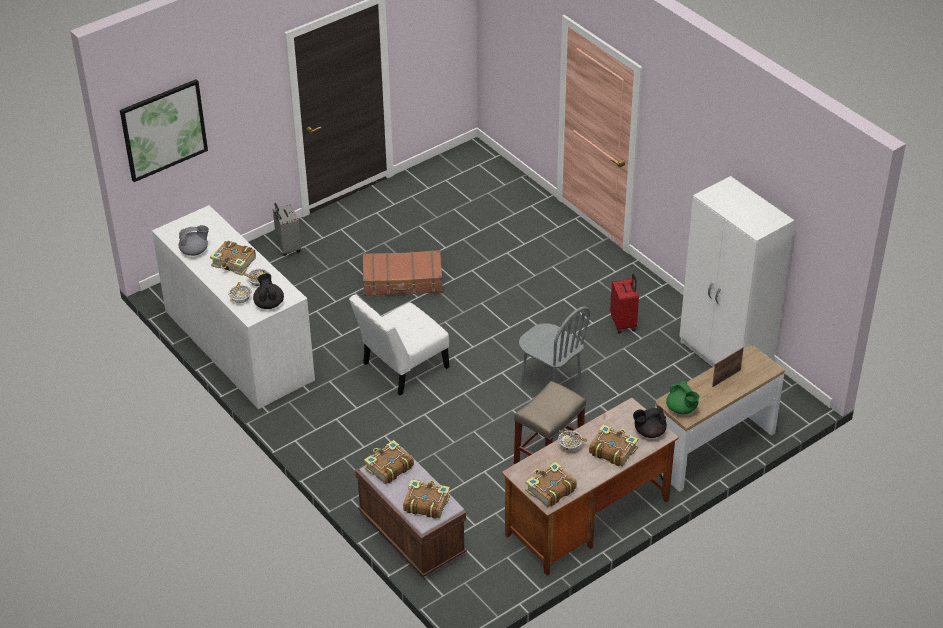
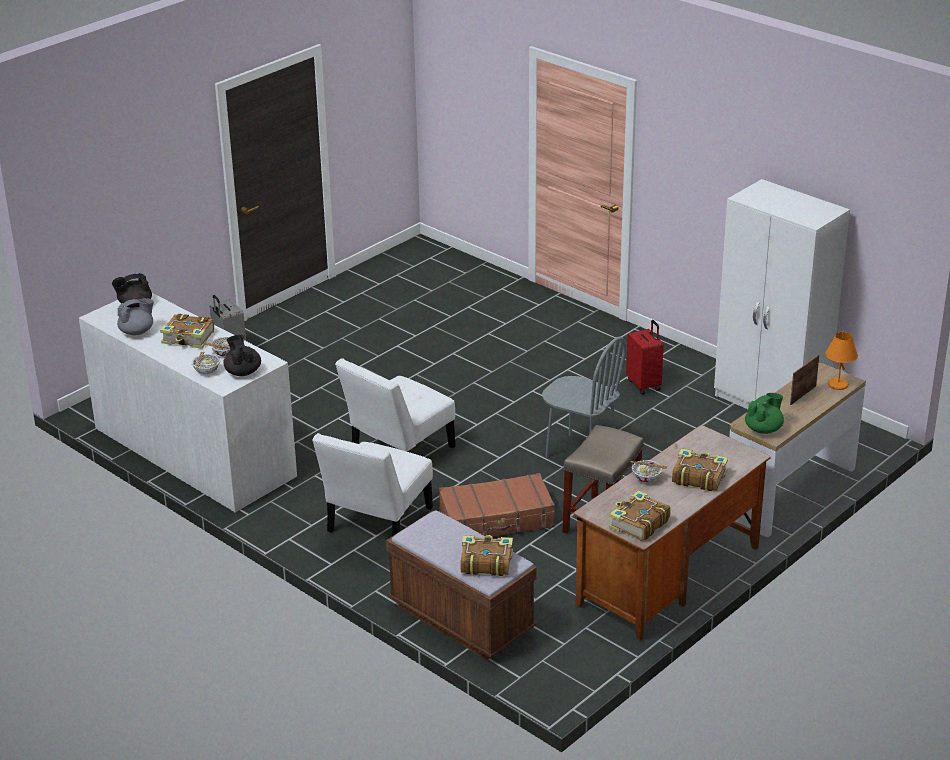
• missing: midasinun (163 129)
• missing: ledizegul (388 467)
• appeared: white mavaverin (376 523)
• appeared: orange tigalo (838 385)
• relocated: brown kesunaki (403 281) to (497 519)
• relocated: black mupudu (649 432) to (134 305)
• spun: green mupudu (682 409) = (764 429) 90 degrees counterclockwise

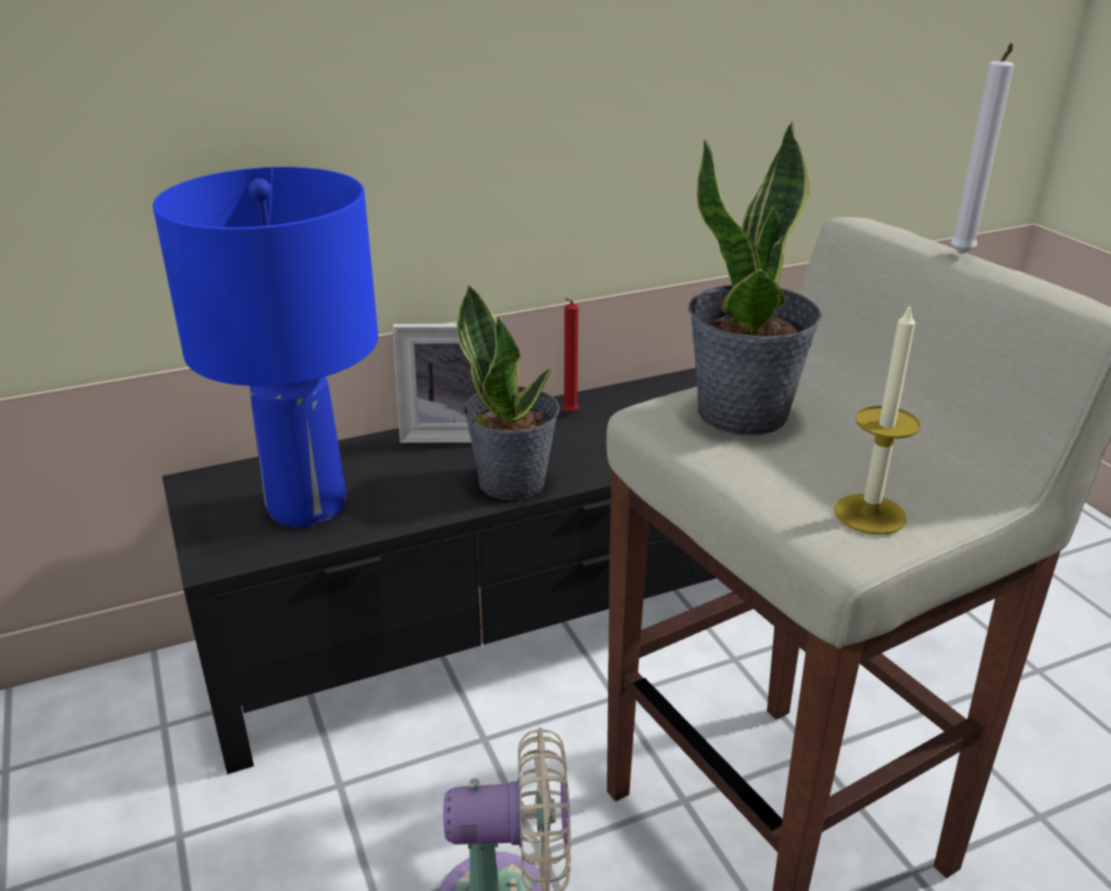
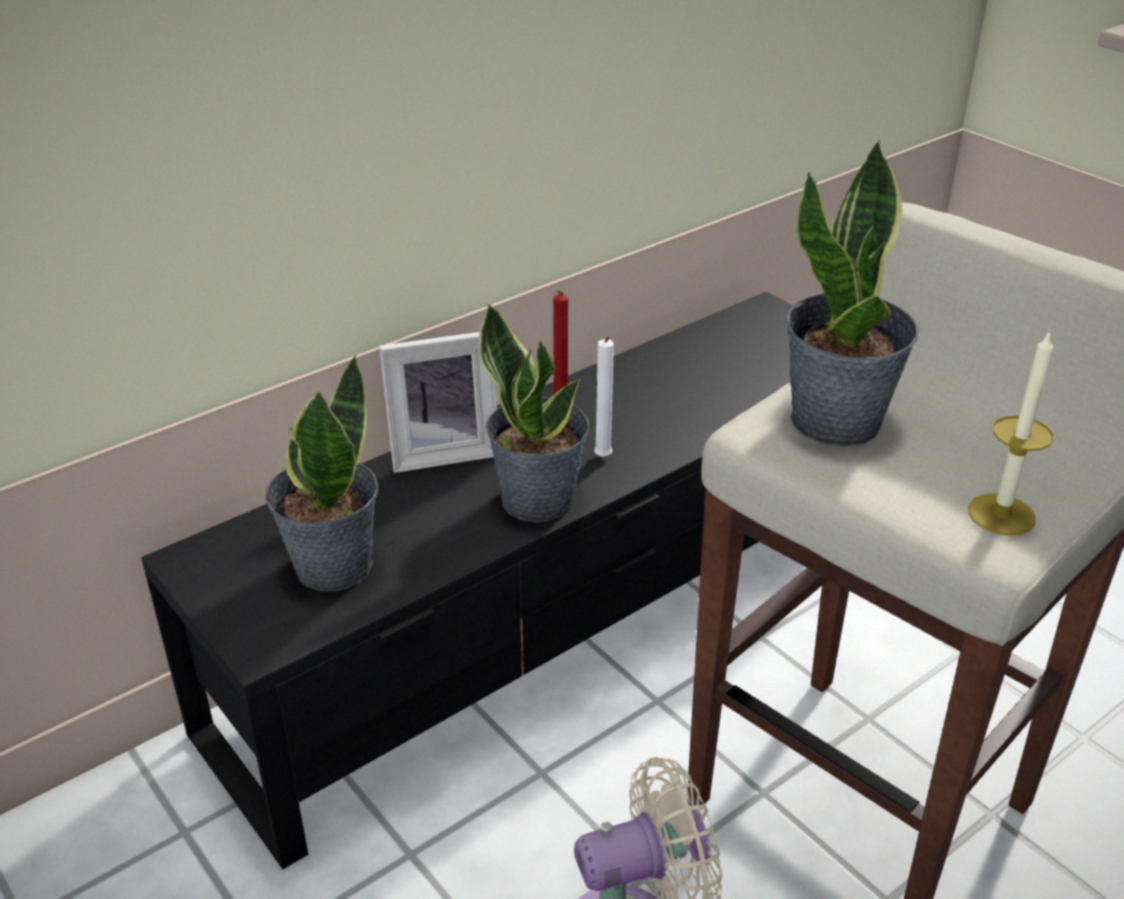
• relocated: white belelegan (961 255) to (603 459)
• exchanged: blue tigalo (308 506) to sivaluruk (332 566)

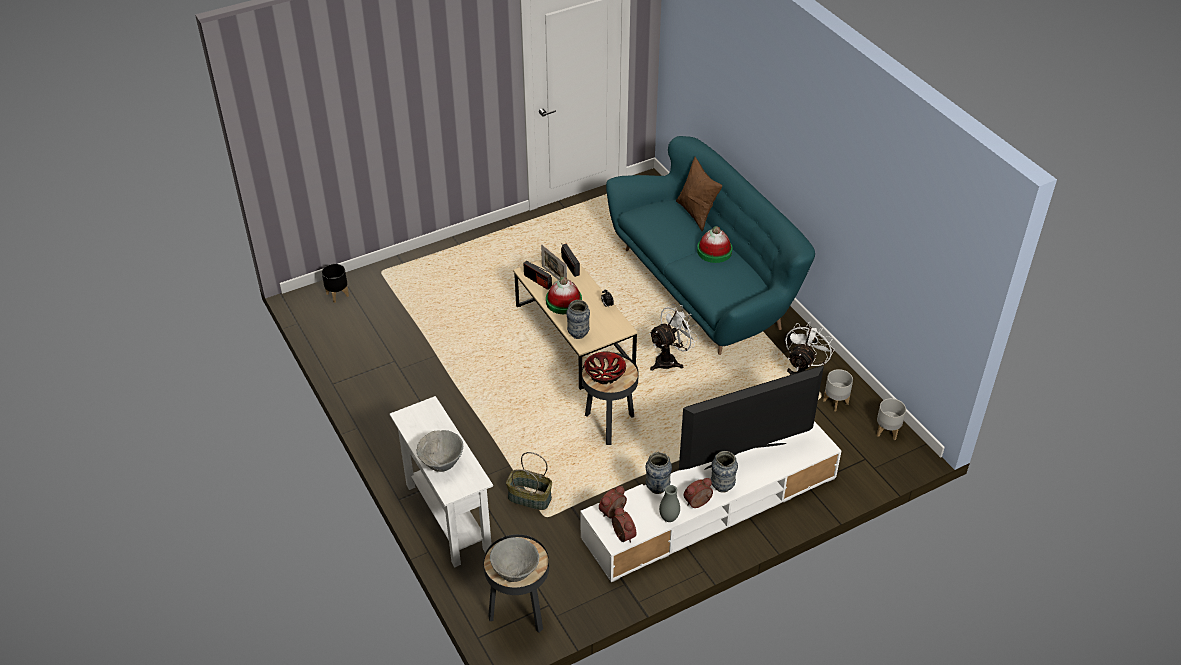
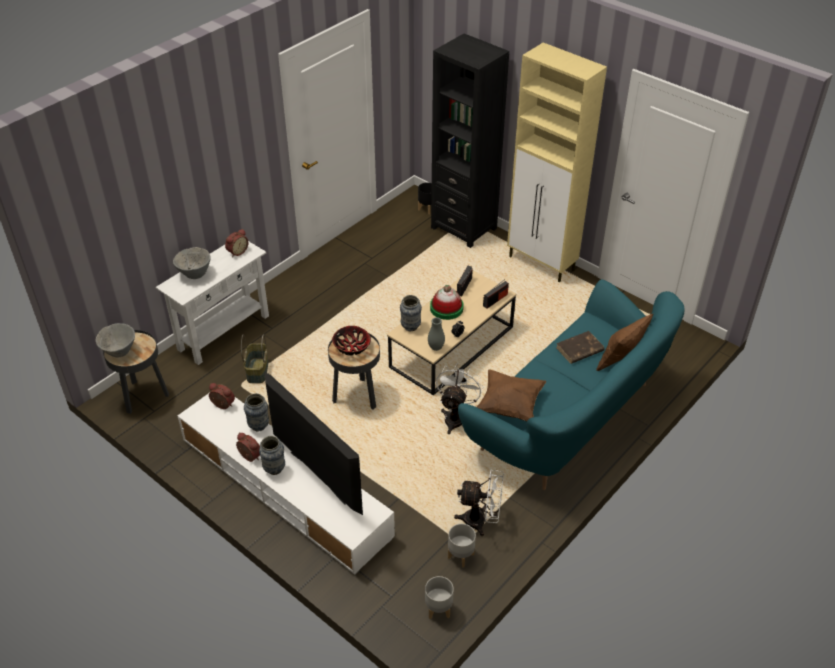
• missing: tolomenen (554 276)
• missing: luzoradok (714 251)
• appeared: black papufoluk (464 228)
• appeared: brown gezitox (509 405)
• appeared: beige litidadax (542 264)
• appeared: brown ledizegul (579 350)
• relocated: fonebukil (622 536) to (237 251)
• relocated: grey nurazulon (669 518) to (436 348)
• spun: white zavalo (670 360) = (455 417) 105 degrees counterclockwise

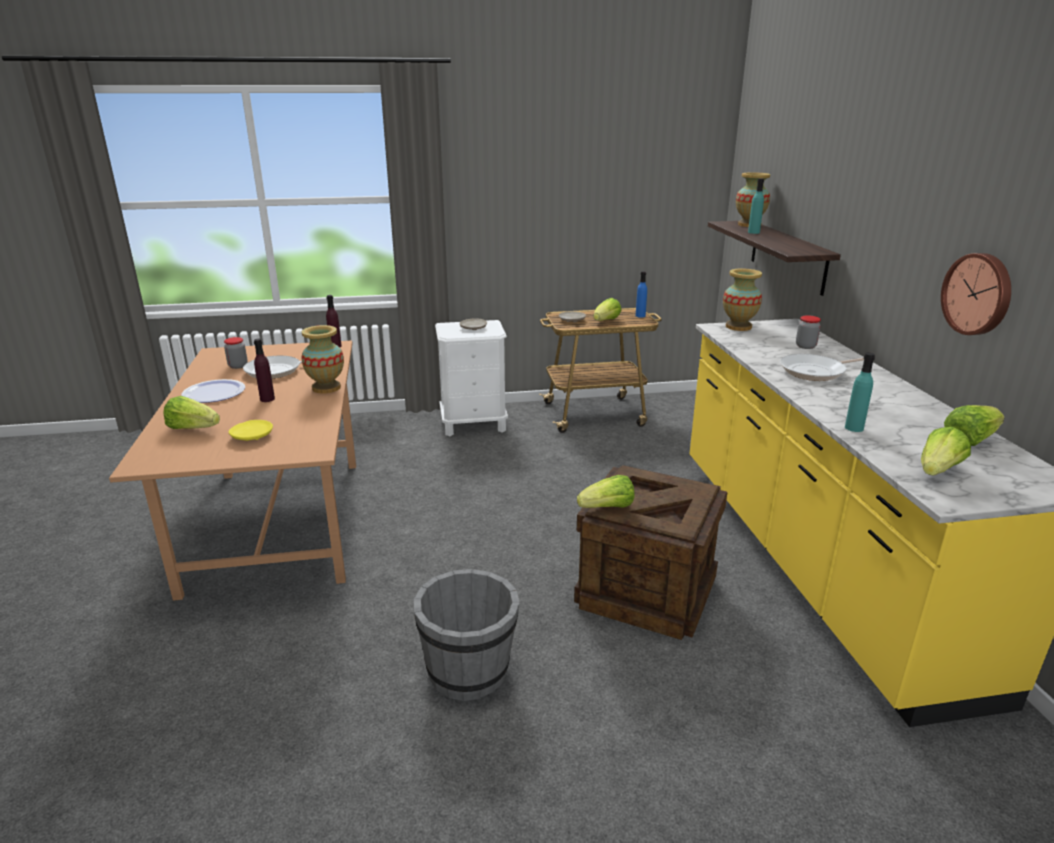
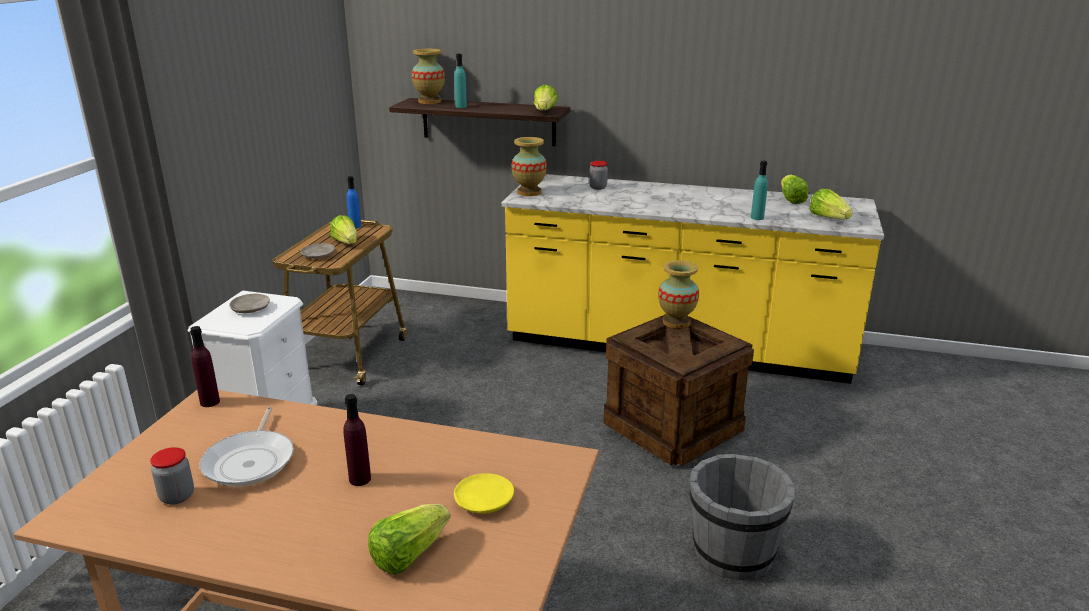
• missing: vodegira (214 393)
• missing: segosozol (815 372)
• missing: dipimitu (978 294)
• relocated: nurazulon (326 388) to (676 322)
• relocated: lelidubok (608 508) to (544 112)

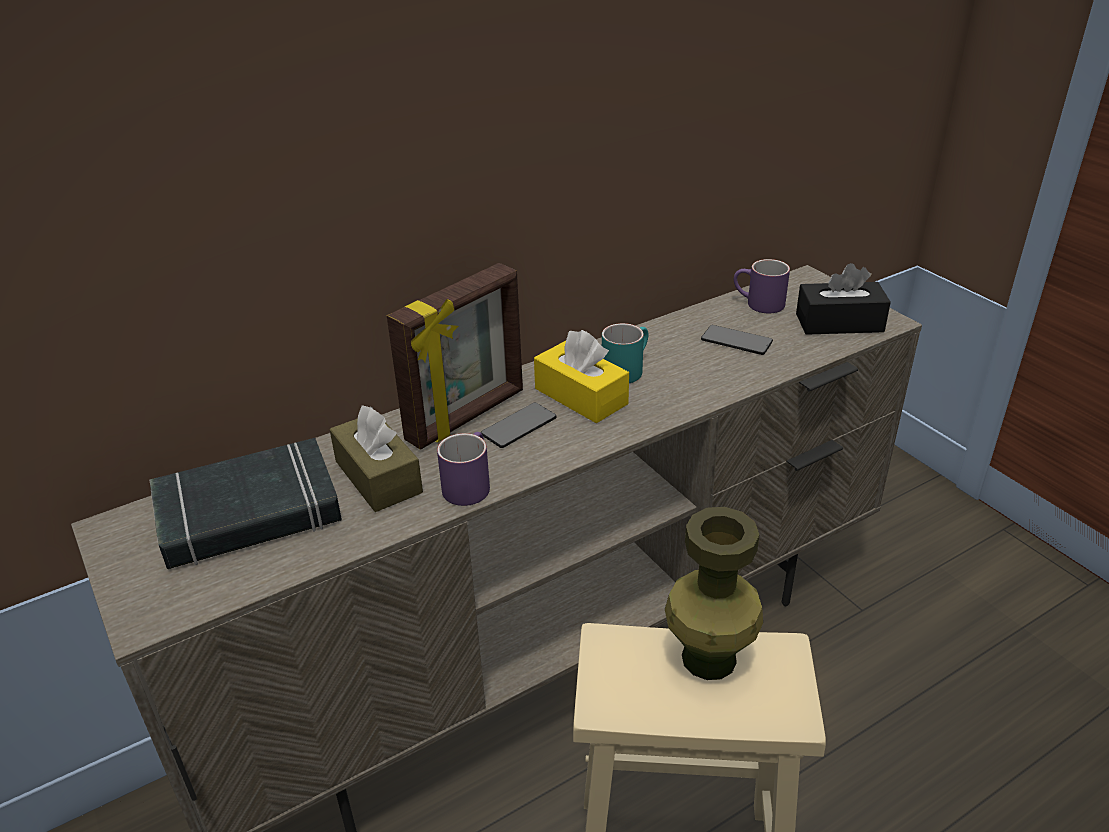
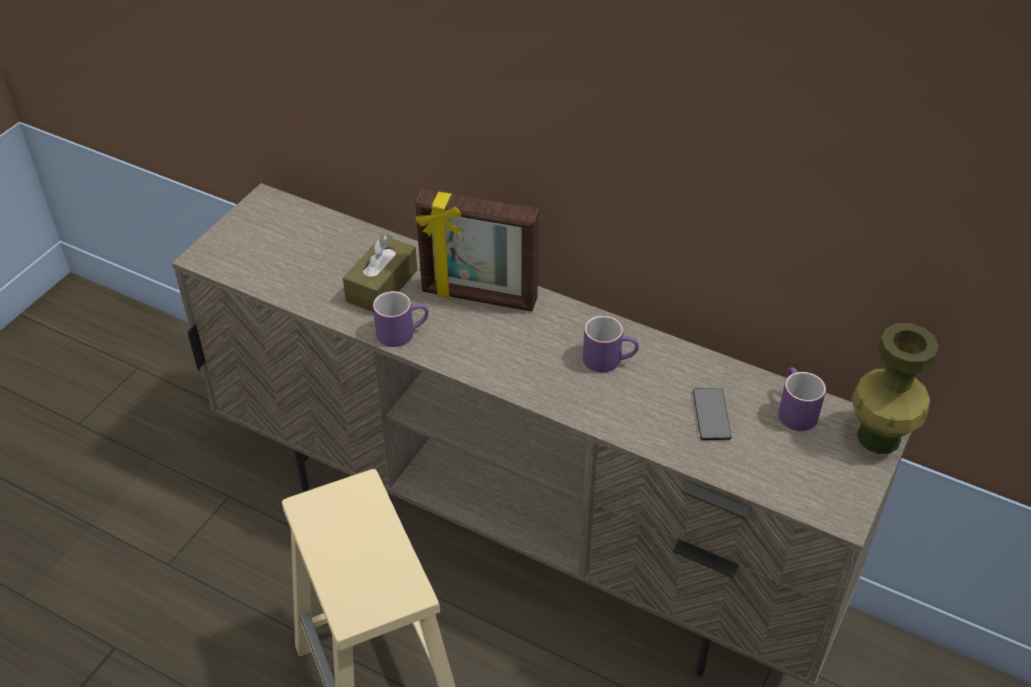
• missing: black ledizegul (249 514)
• missing: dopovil (519 426)
• missing: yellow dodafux (581 396)
• missing: black dodafux (839 323)
• relocated: green nurazulon (709 658) to (879 437)
• colour: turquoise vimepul (626 369) to purple vimepul (609 359)

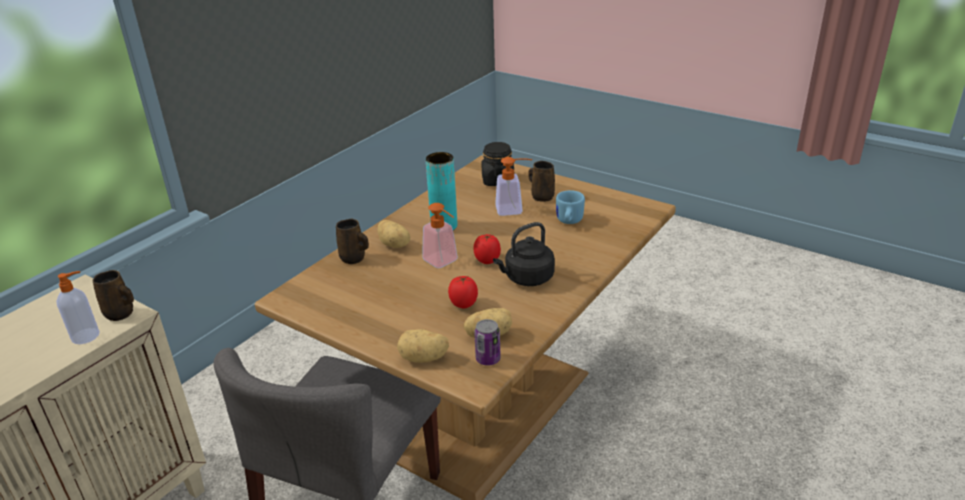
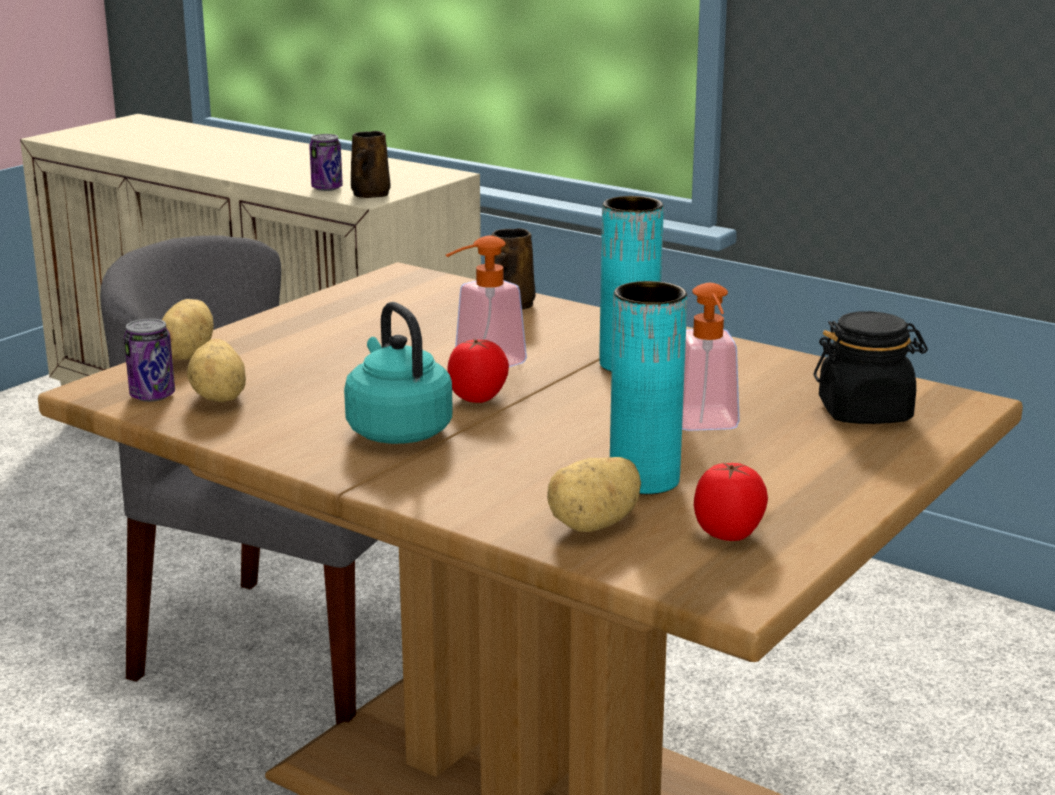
• missing: brown vimepul (541 196)
• relocated: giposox (394 244) to (596 525)
• relocated: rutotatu (463 304) to (729 534)
• exchanged: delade (86 336) to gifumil (327 188)
• exchanged: blue vimepul (568 222) to turquoise nurazulon (644 480)
• colour: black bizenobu (527 278) to turquoise bizenobu (397 430)

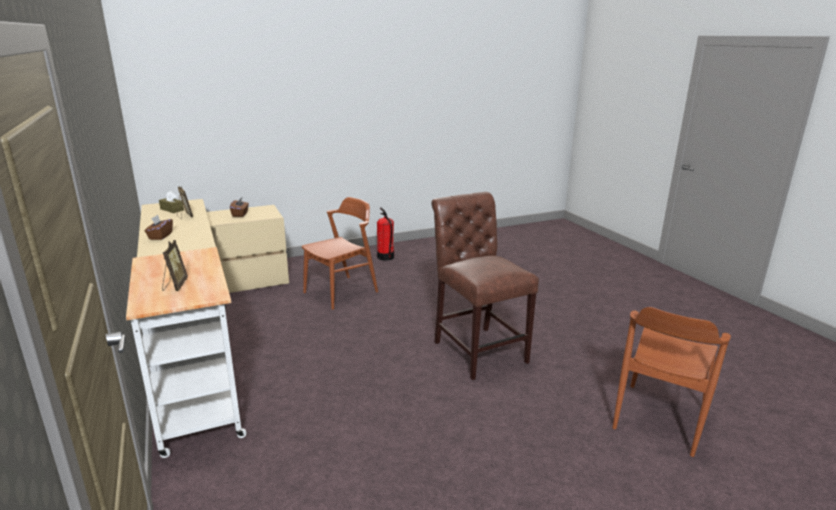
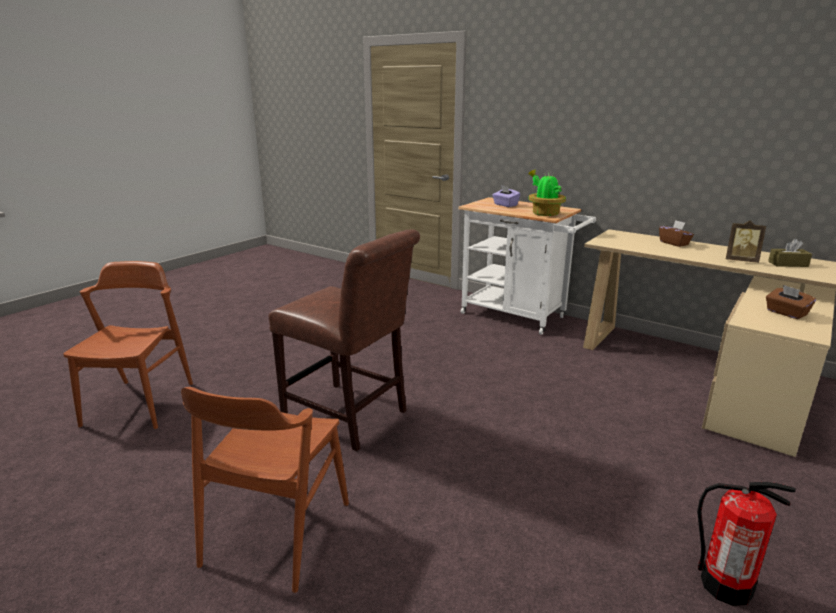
• appeared: sivaluruk (544 214)
• relocated: brown mavaverin (341 292) to (277 533)
• exchanged: tolomenen (175 286) to purple dodafux (505 205)

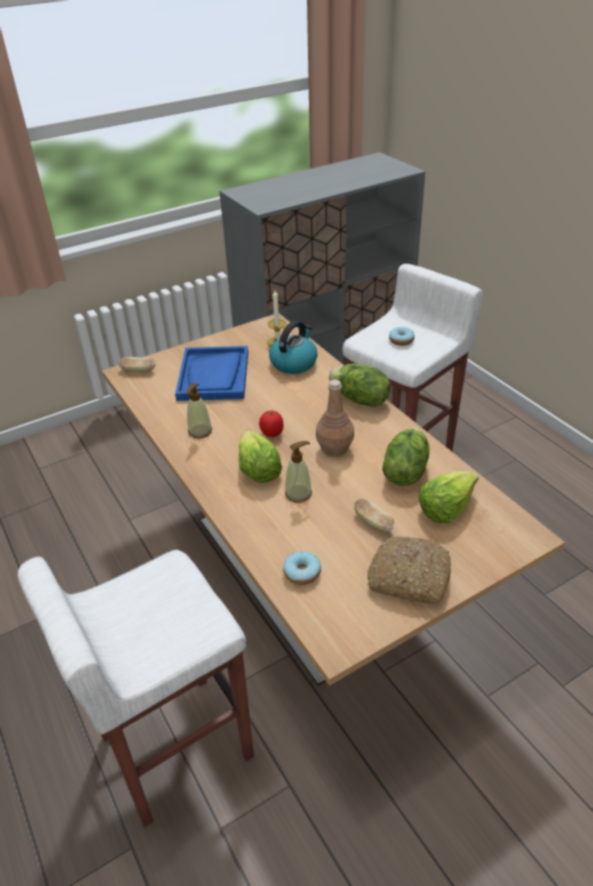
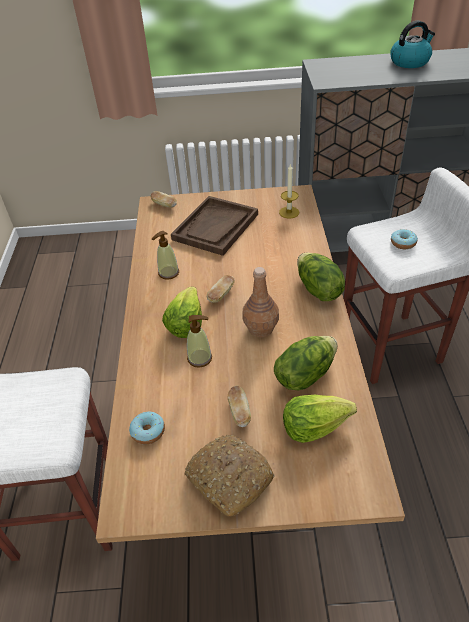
• relocated: bizenobu (294 363) to (410 62)
• exchanged: rutotatu (272 433) to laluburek (221 295)
• colour: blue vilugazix (214 375) to brown vilugazix (215 227)

